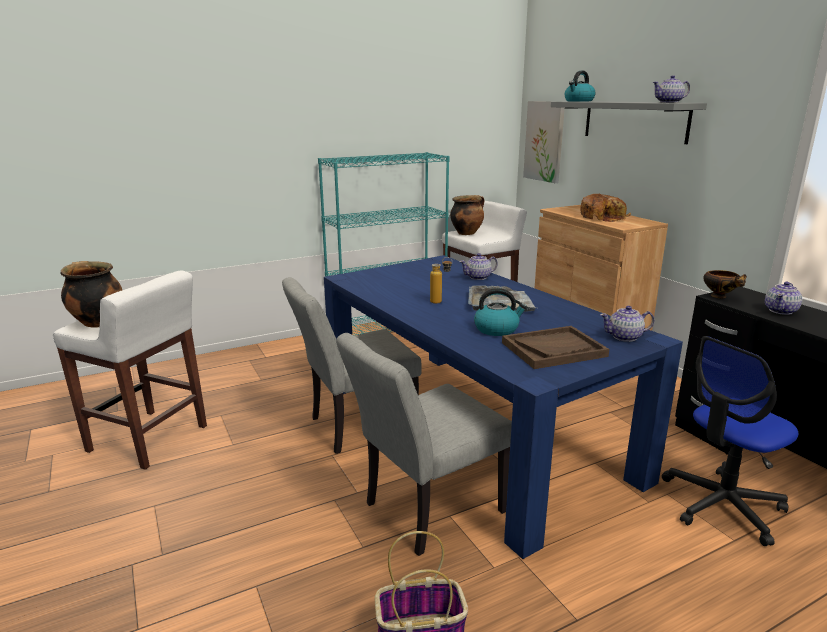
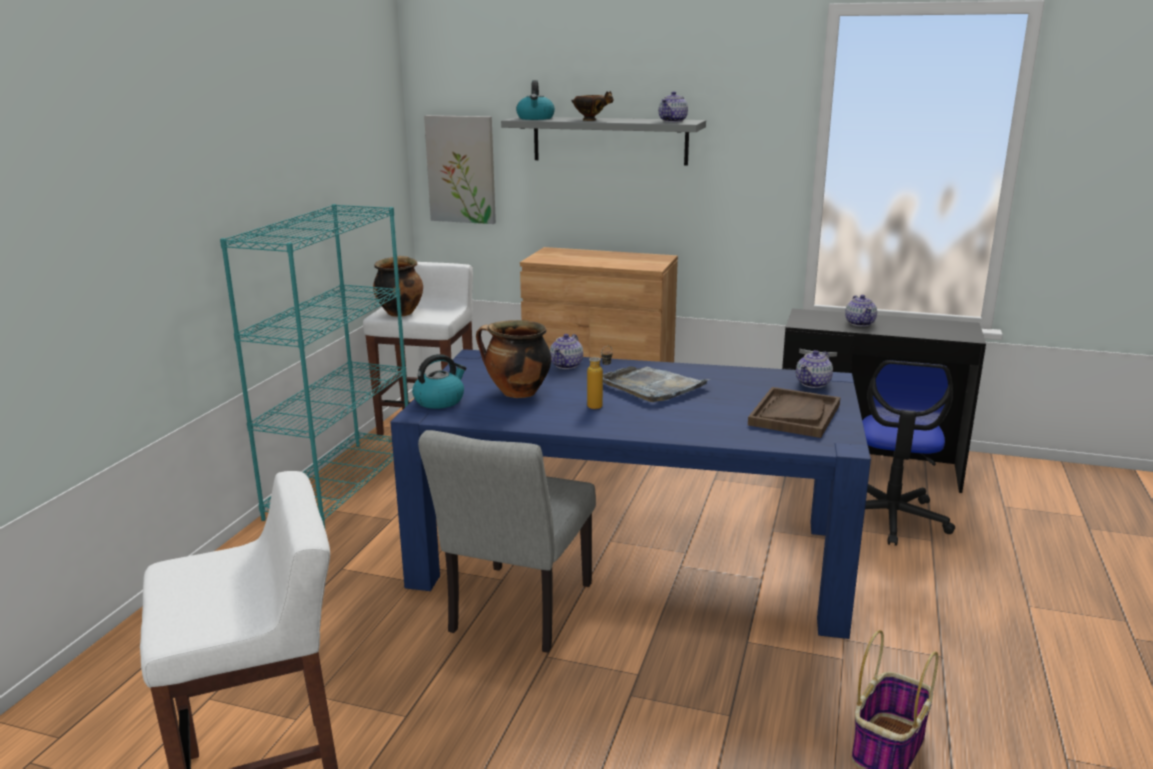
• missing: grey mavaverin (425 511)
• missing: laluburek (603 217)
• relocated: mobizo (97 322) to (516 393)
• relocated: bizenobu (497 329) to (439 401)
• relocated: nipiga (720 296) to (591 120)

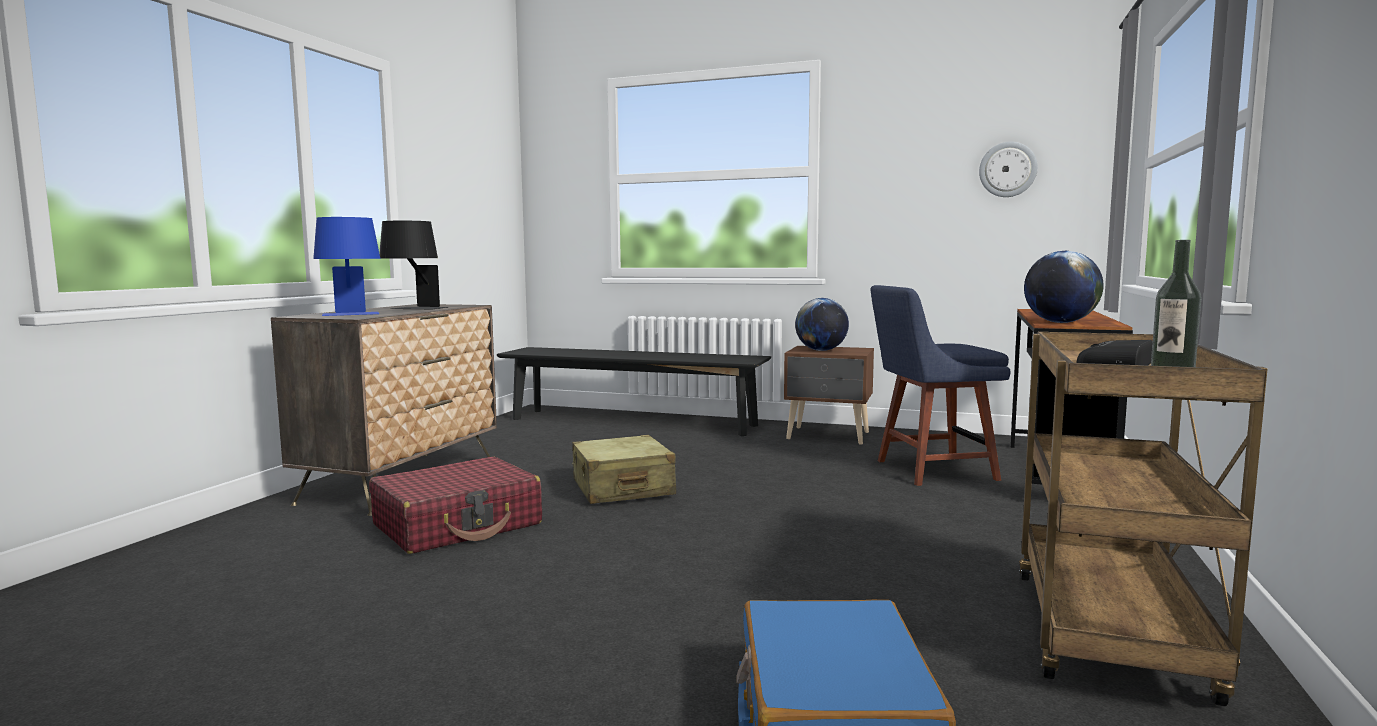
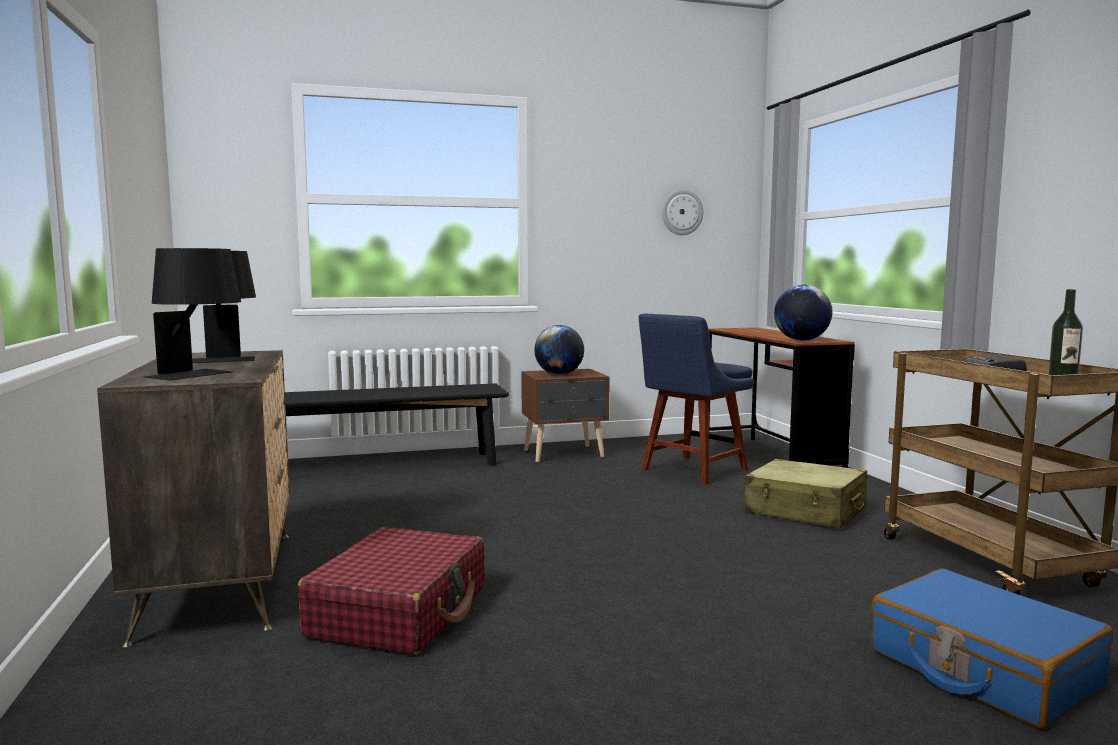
• relocated: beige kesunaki (622 488) to (805 511)
• colour: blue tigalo (351 314) to black tigalo (199 375)

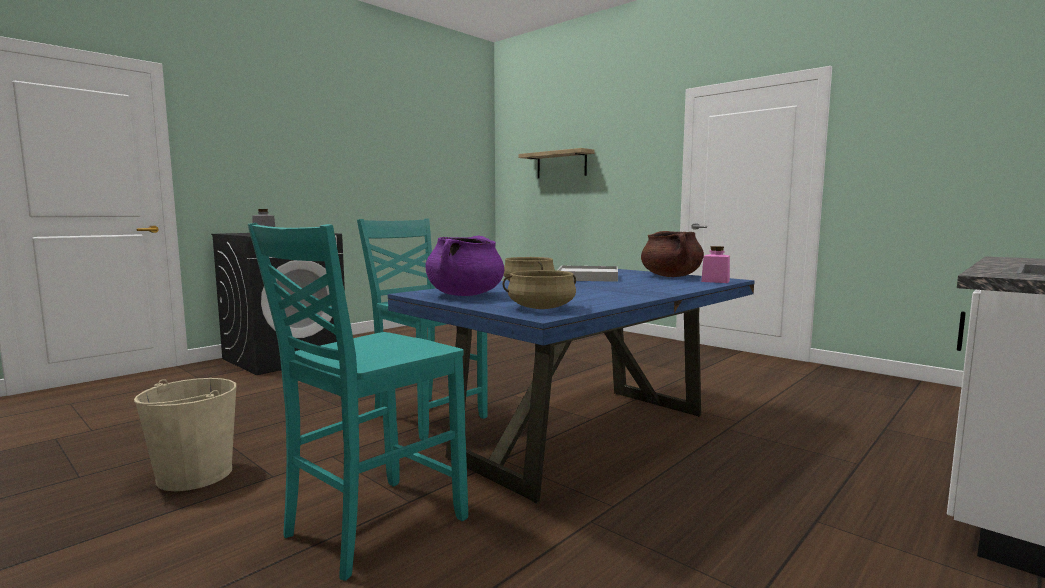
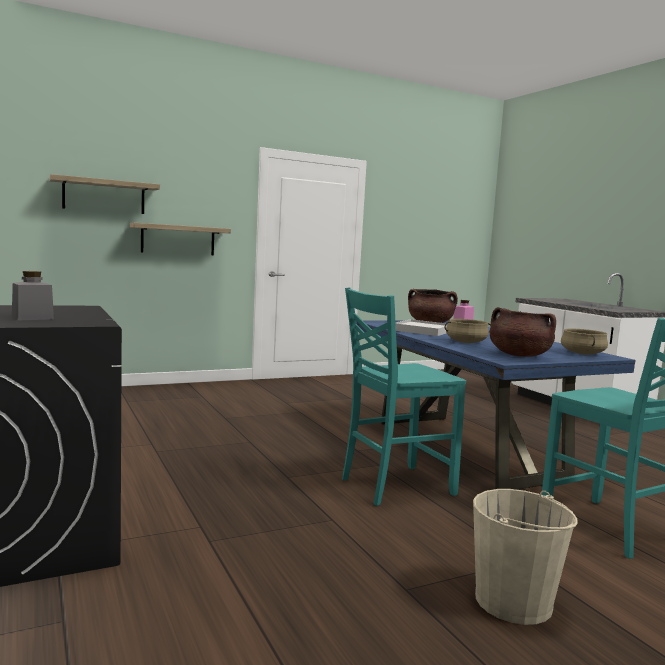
• appeared: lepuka (178 239)
• colour: purple mobizo (465 295) to brown mobizo (519 355)

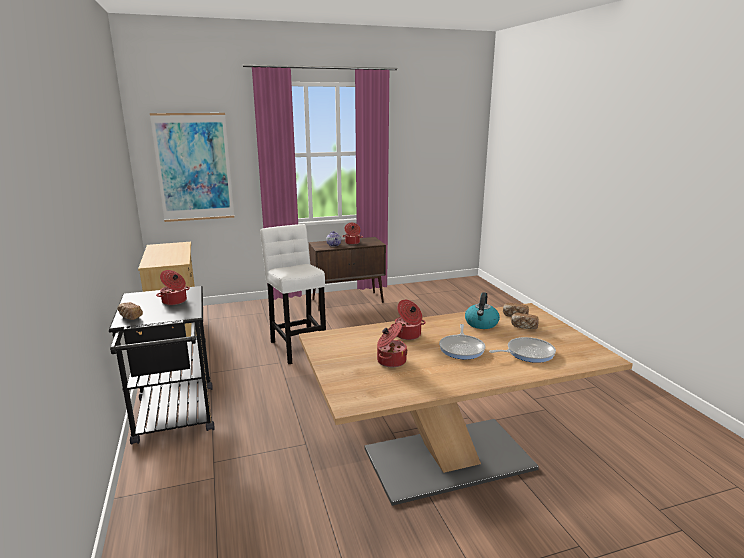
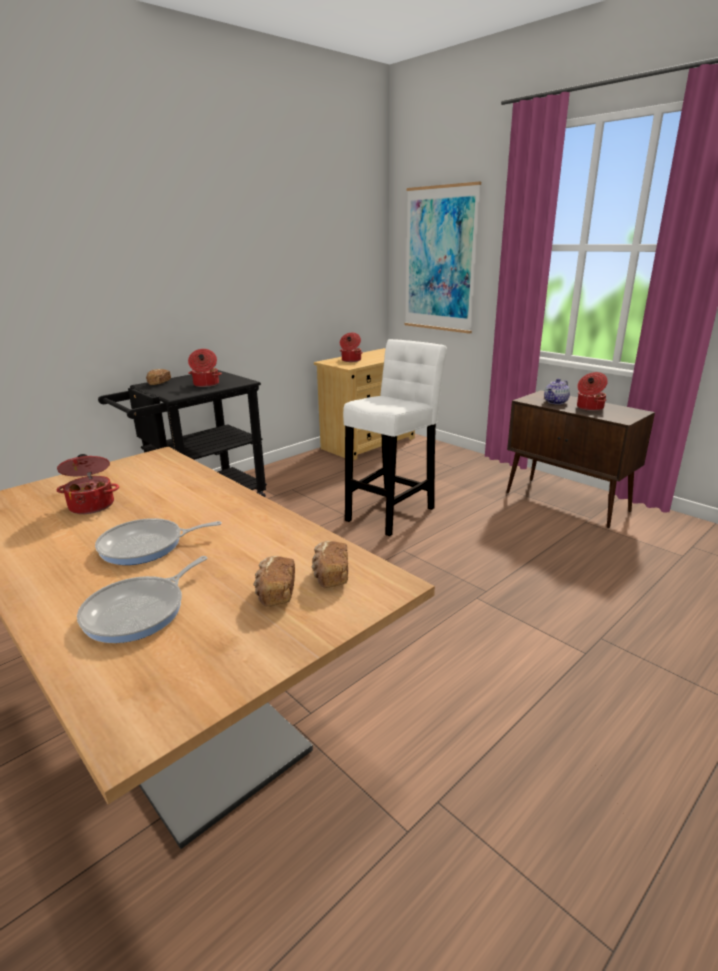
• missing: bizenobu (481 324)
• relocated: mobizo (408 335) to (351 360)
• spun: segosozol (527 353) = (139 611) 75 degrees clockwise

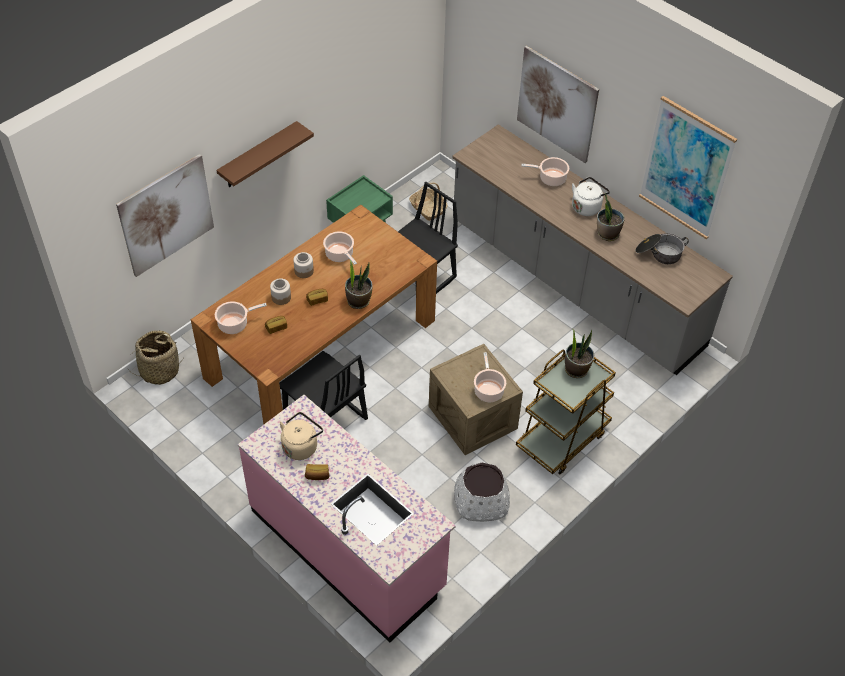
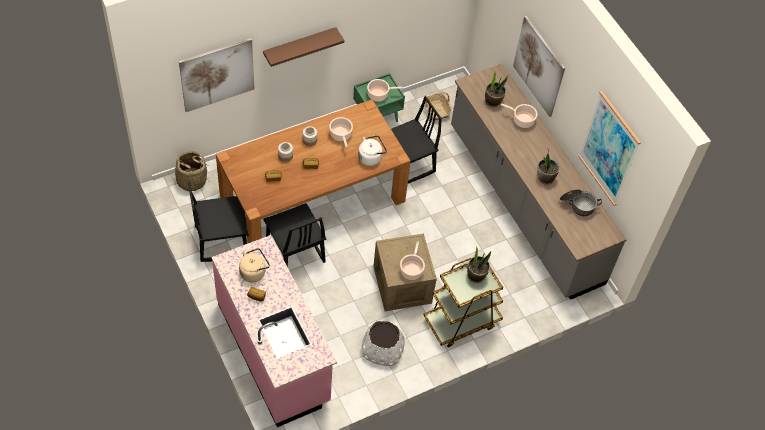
• appeared: black mavaverin (221 240)
• relocated: mobizo (235 324) to (379 95)
• relocated: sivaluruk (358 301) to (493 101)
• relocated: white bizenobu (587 206) to (371 157)

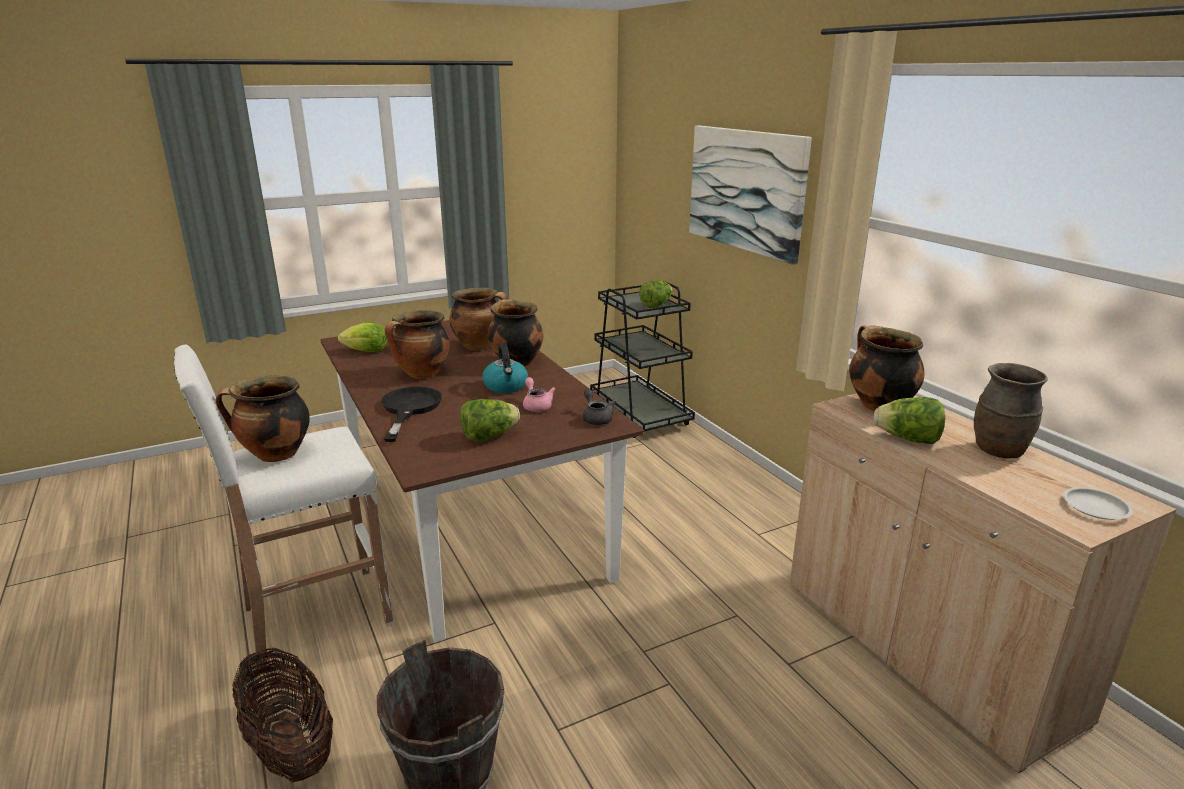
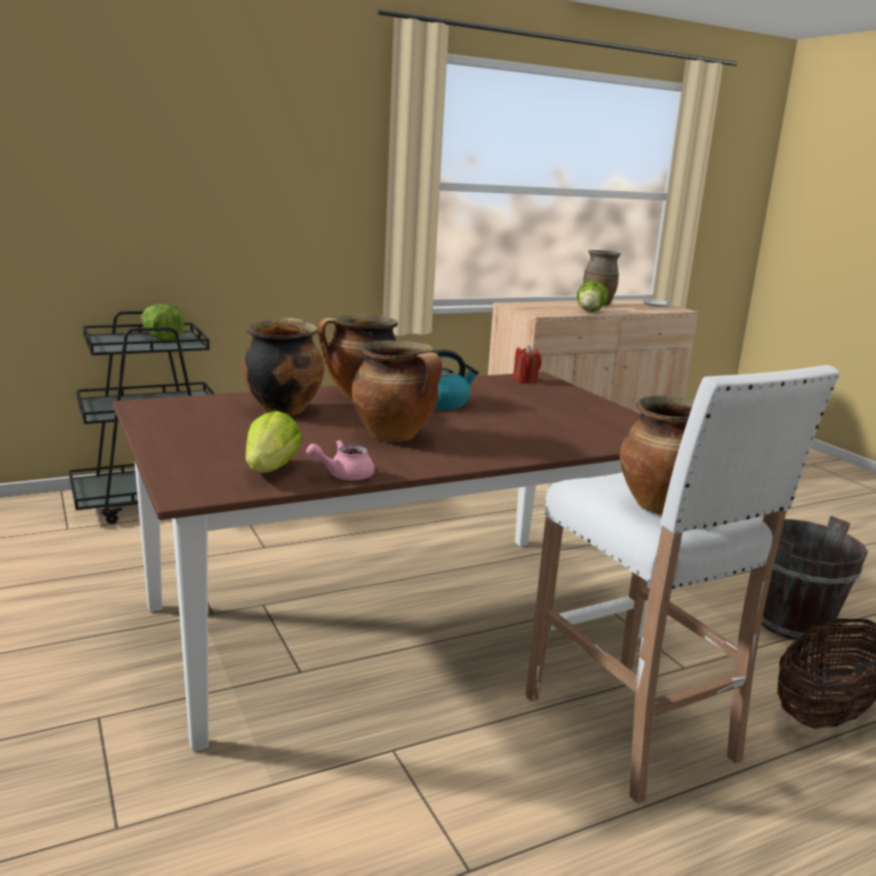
• missing: black segosozol (409 409)
• missing: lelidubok (489 436)
• missing: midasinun (746 190)
• missing: mobizo (878 406)
• relocated: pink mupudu (536 405) to (343 475)
• exchanged: grey mupudu (596 418) to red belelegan (525 380)

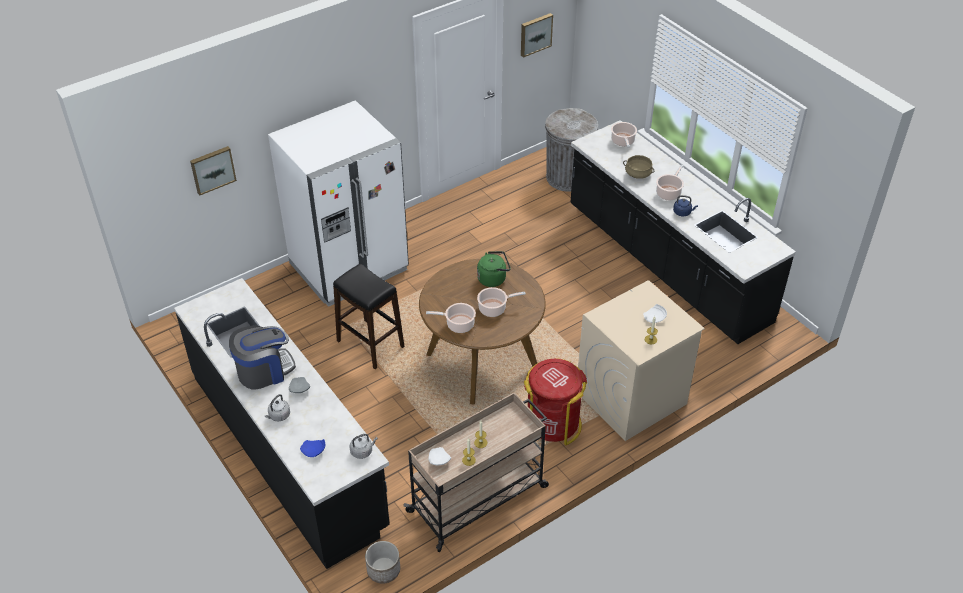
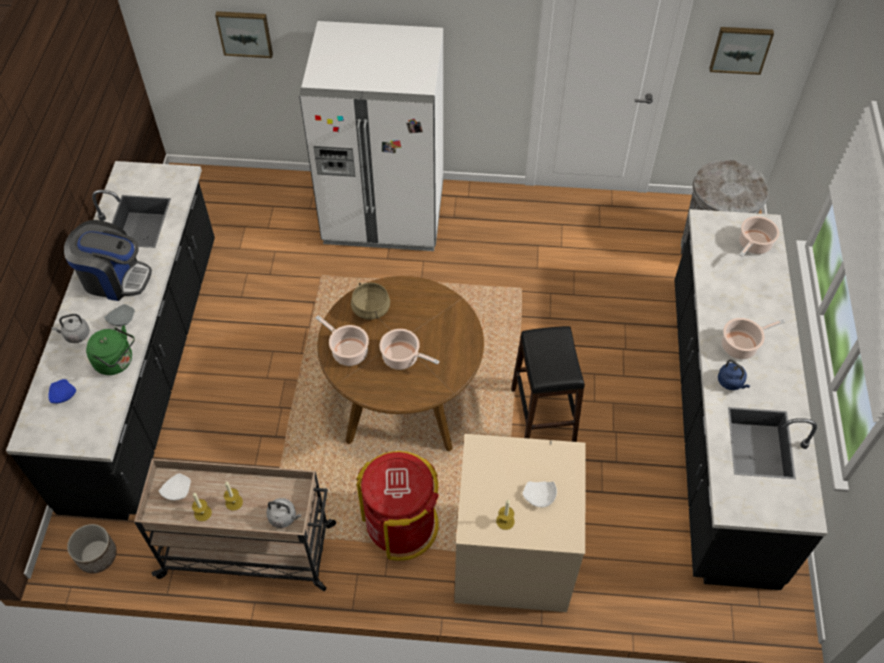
• relocated: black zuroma (371 344) to (543 417)
• relocated: grey bizenobu (362 451) to (284 517)
• relocated: green bizenobu (493 278) to (116 362)
• relocated: beige mobizo (638 174) to (370 308)

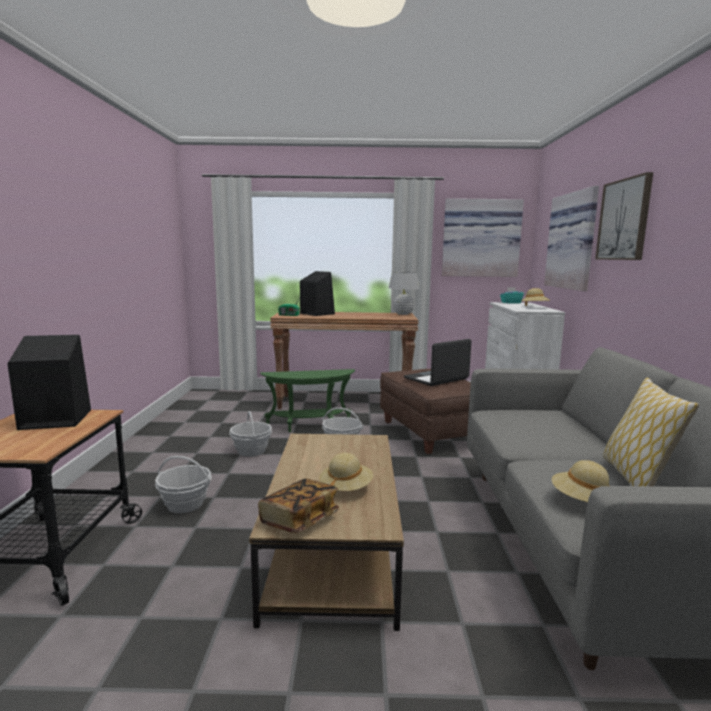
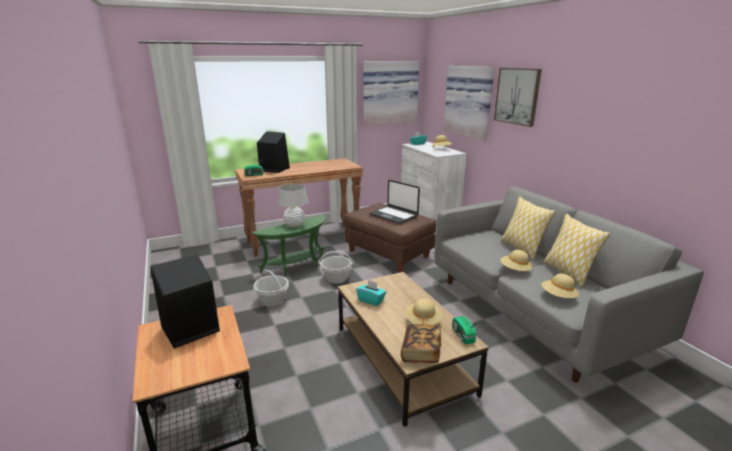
• missing: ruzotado (185 504)
• appeared: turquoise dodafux (371 300)
• appeared: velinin (463 336)
• appeared: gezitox (522 249)
• appeared: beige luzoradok (515 270)
• relocated: white tigalo (403 314) to (294 225)
• spun: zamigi (436 379) = (394 215) 75 degrees counterclockwise

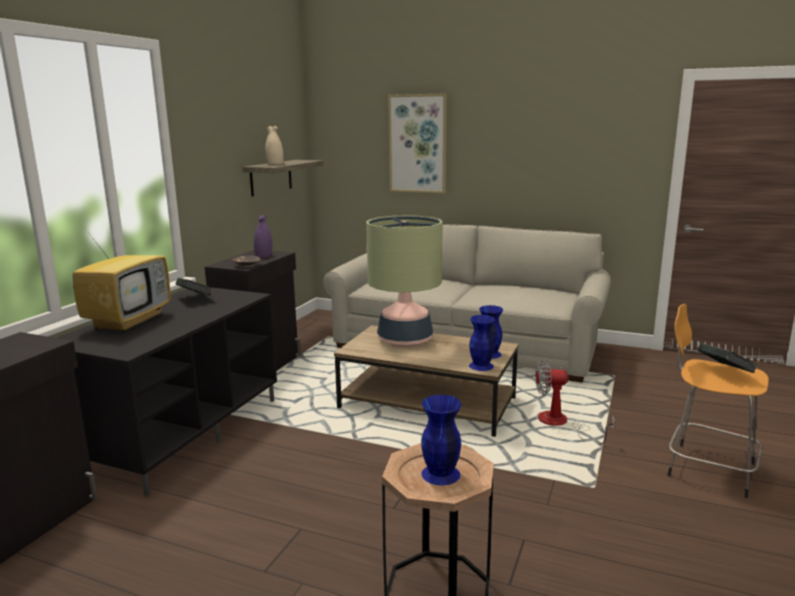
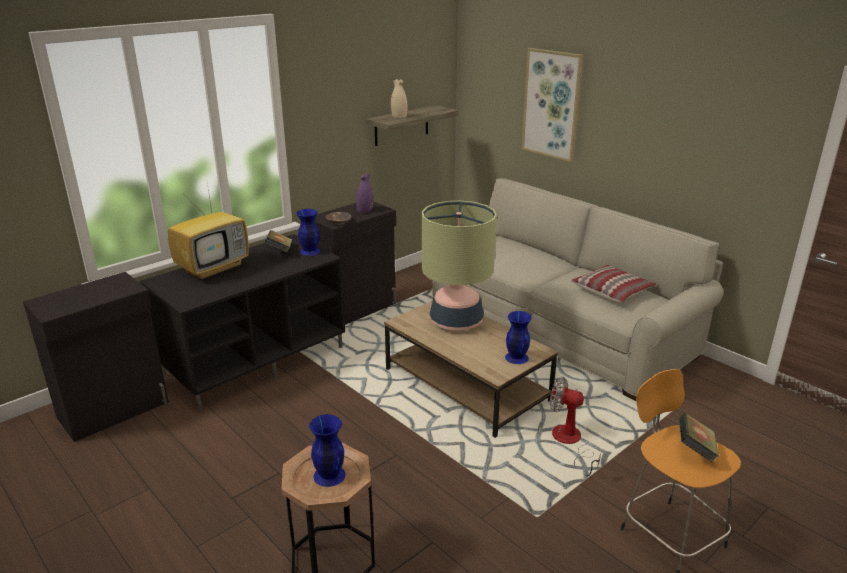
• appeared: gezitox (612 291)
• relocated: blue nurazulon (481 366) to (309 251)

